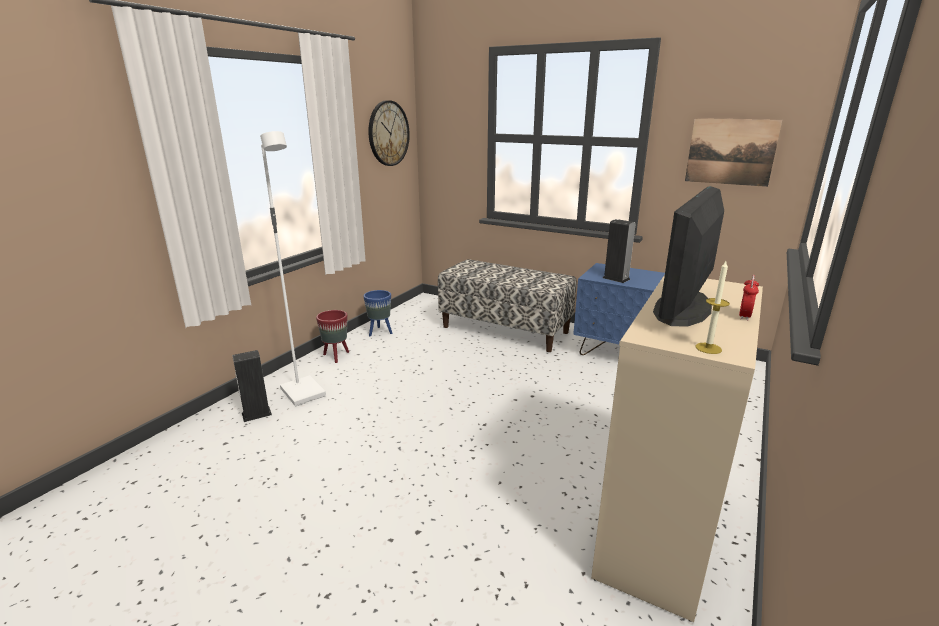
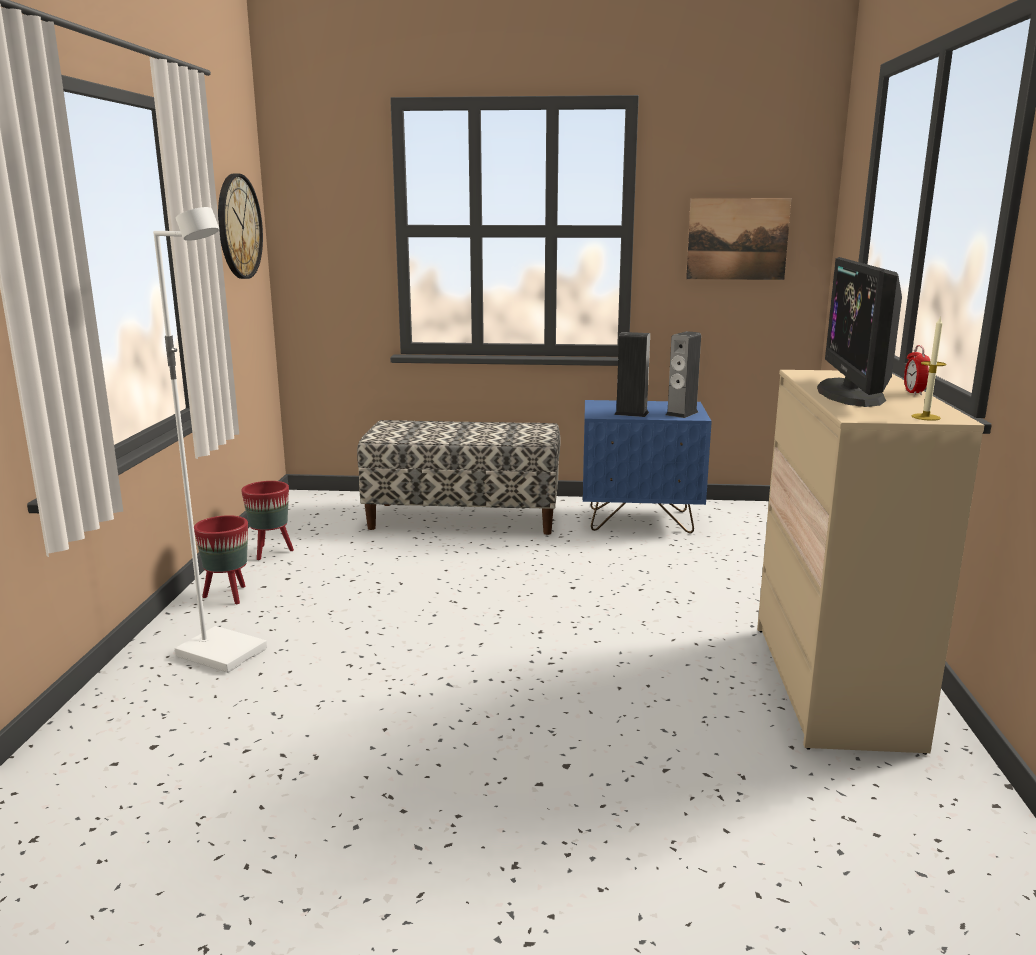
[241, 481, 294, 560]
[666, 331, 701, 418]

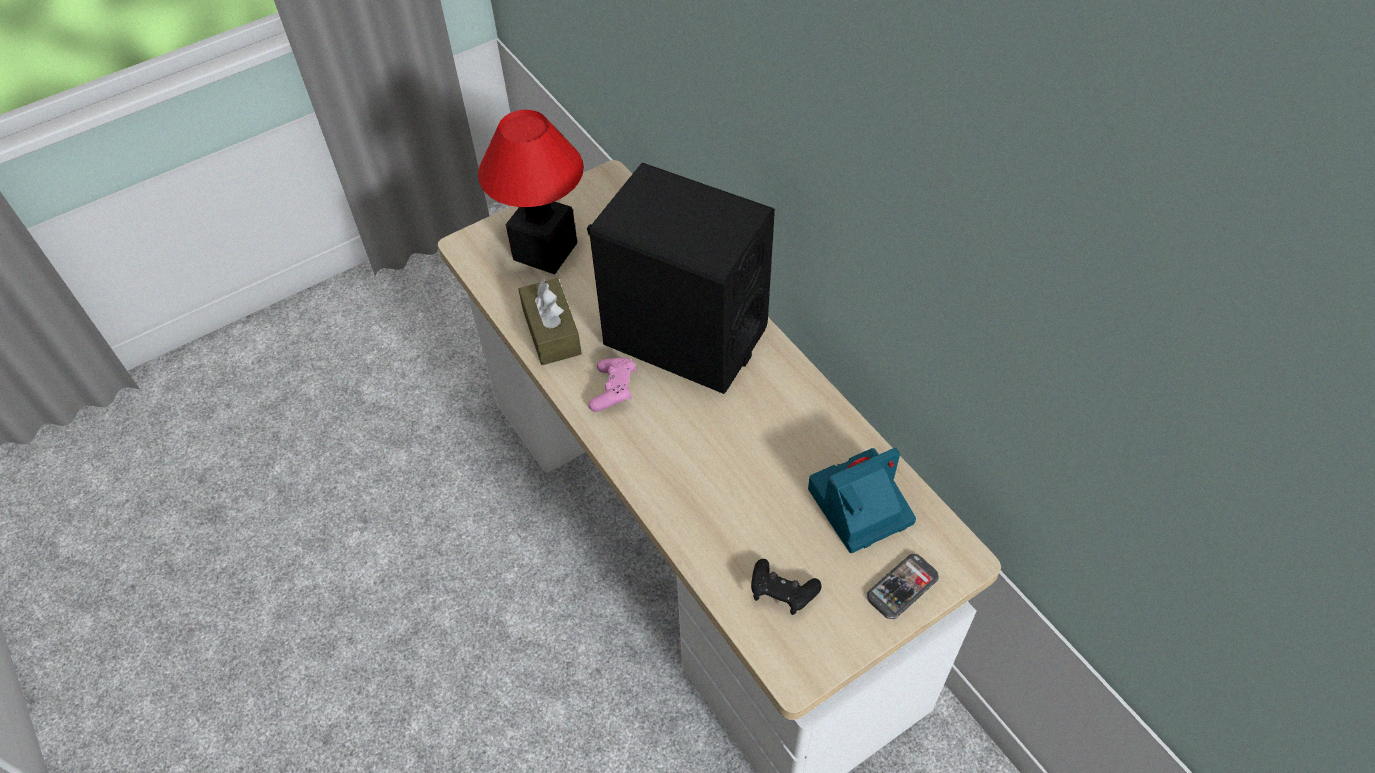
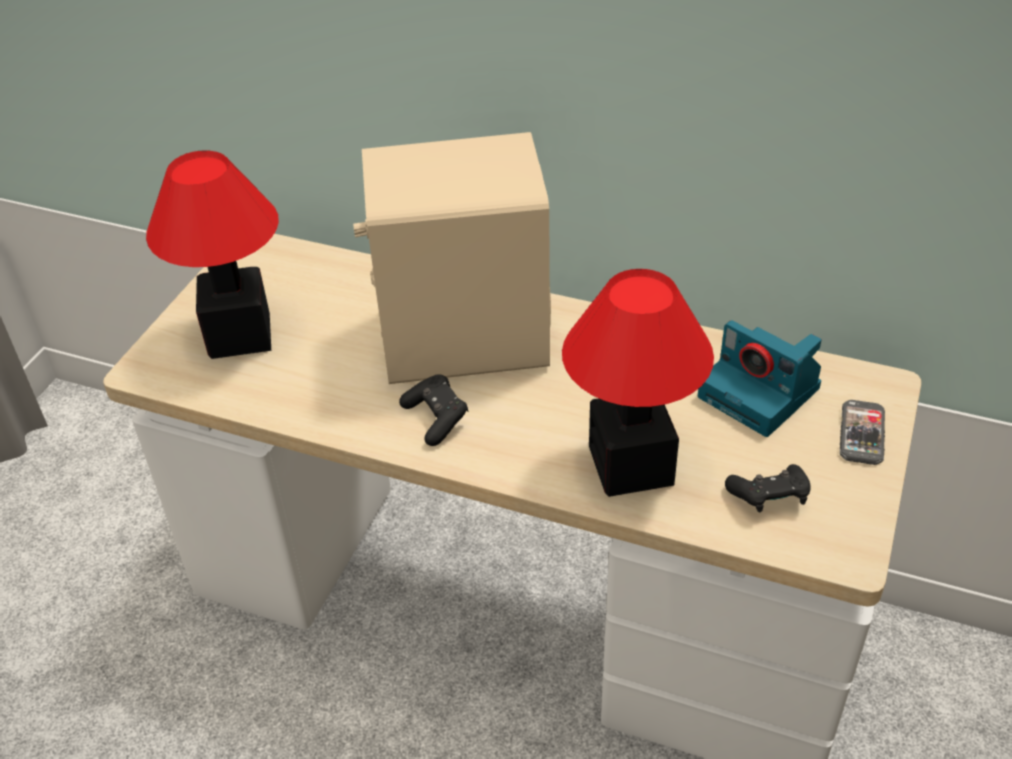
[353, 132, 551, 384]
[399, 374, 469, 446]
[562, 269, 714, 497]
[698, 320, 822, 437]
[518, 278, 582, 365] (first image)

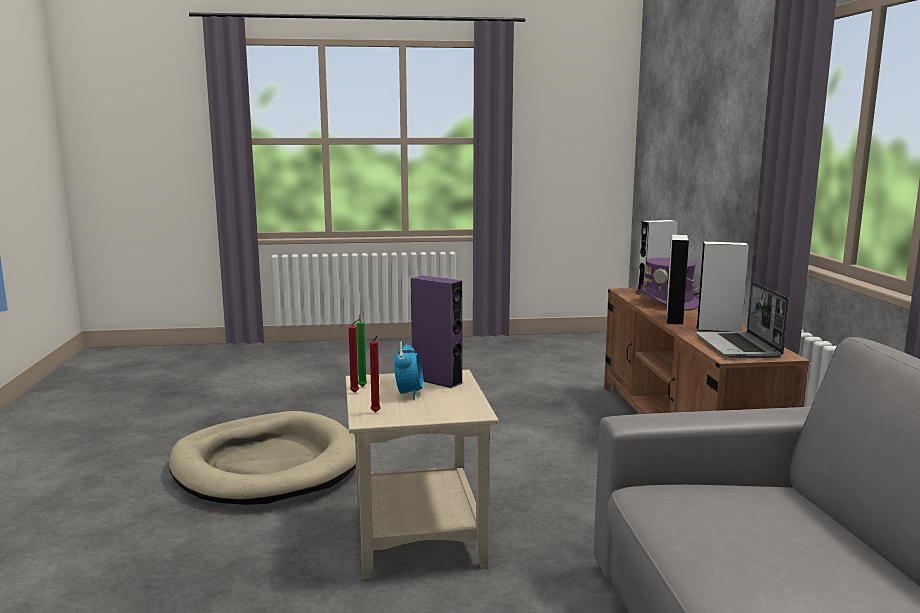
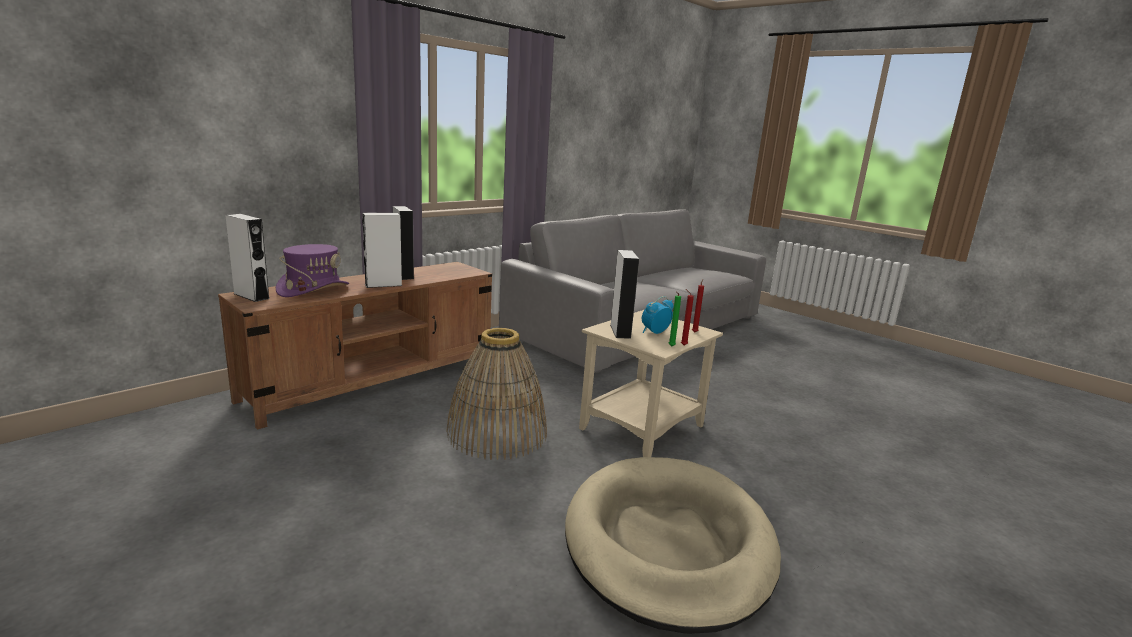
[447, 328, 547, 460]
[610, 250, 639, 339]
[695, 281, 789, 358] (first image)

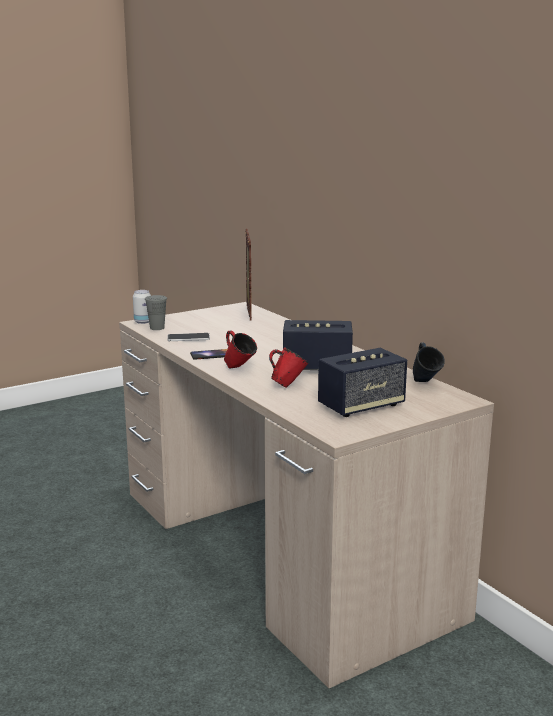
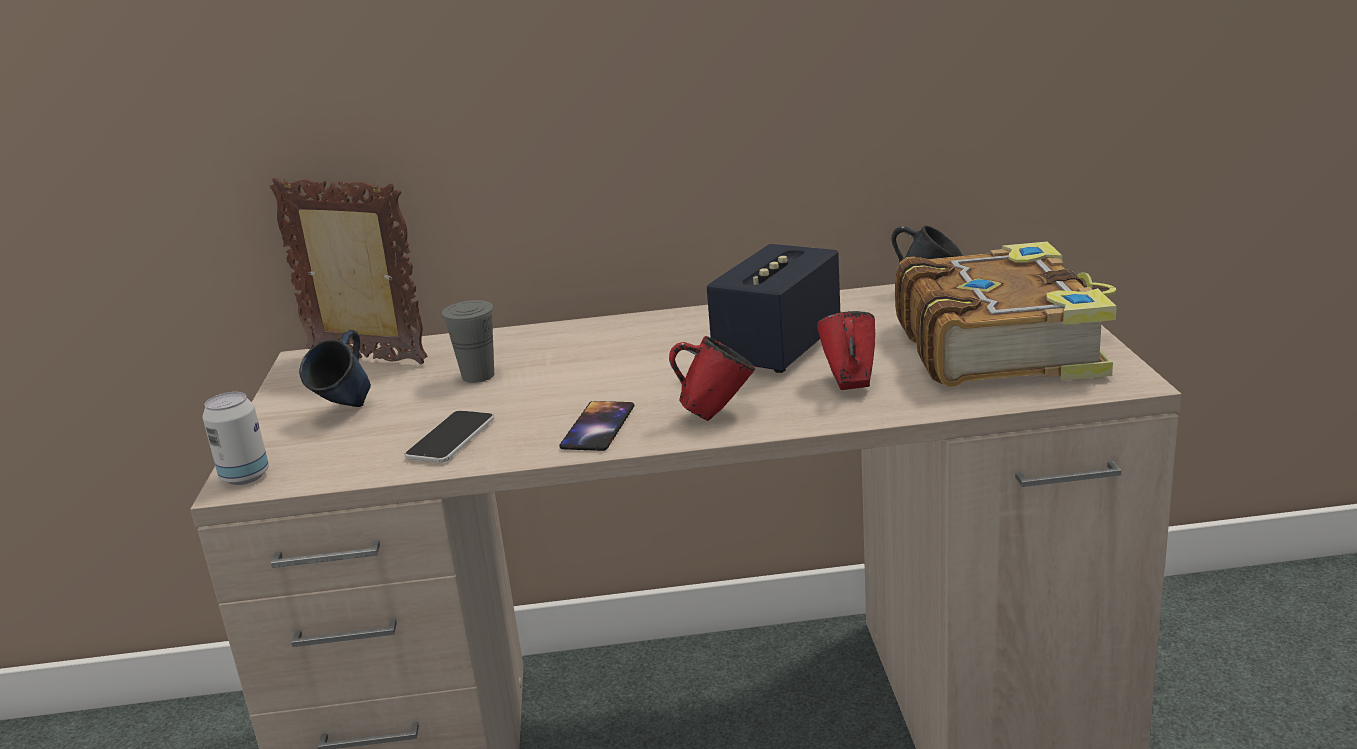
[299, 330, 371, 407]
[442, 300, 494, 383]
[895, 241, 1117, 387]

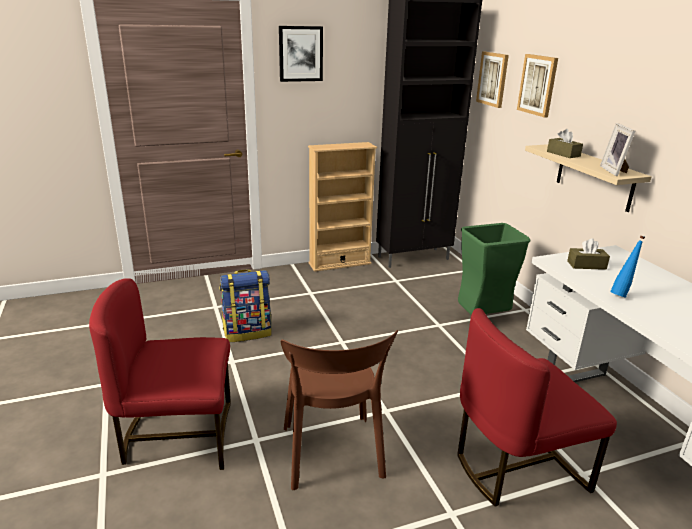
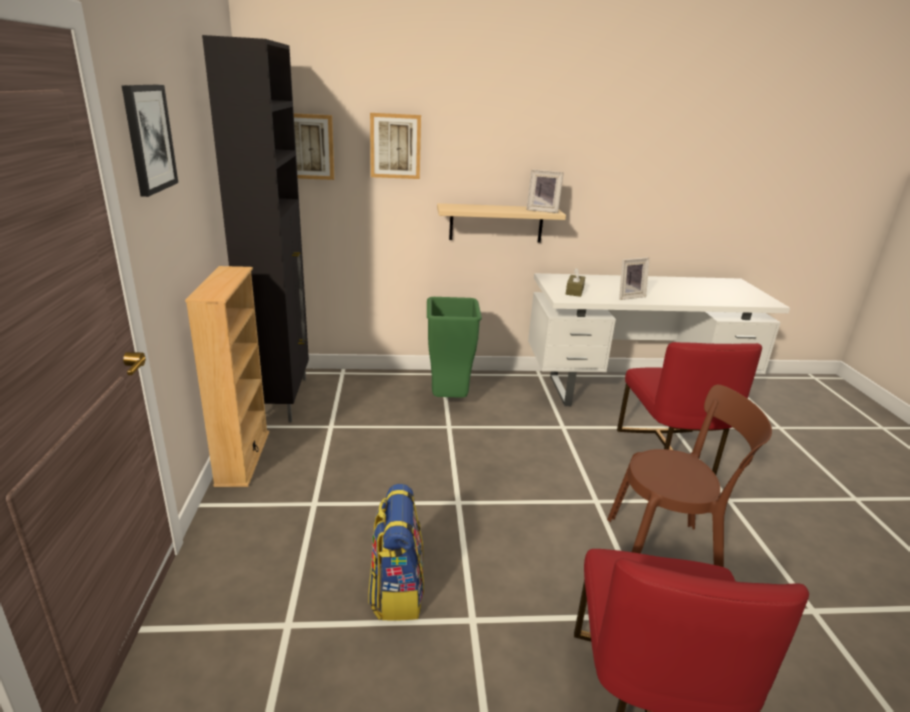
[619, 257, 650, 300]
[547, 129, 583, 158] (first image)

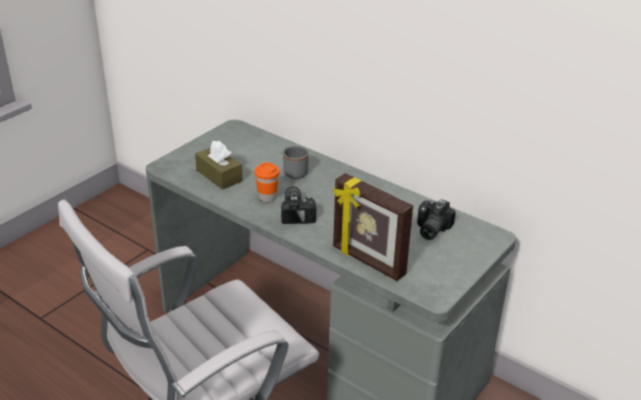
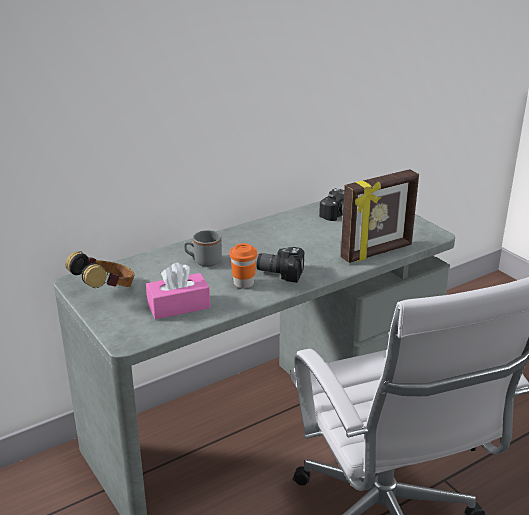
[65, 251, 134, 288]
[146, 262, 210, 320]

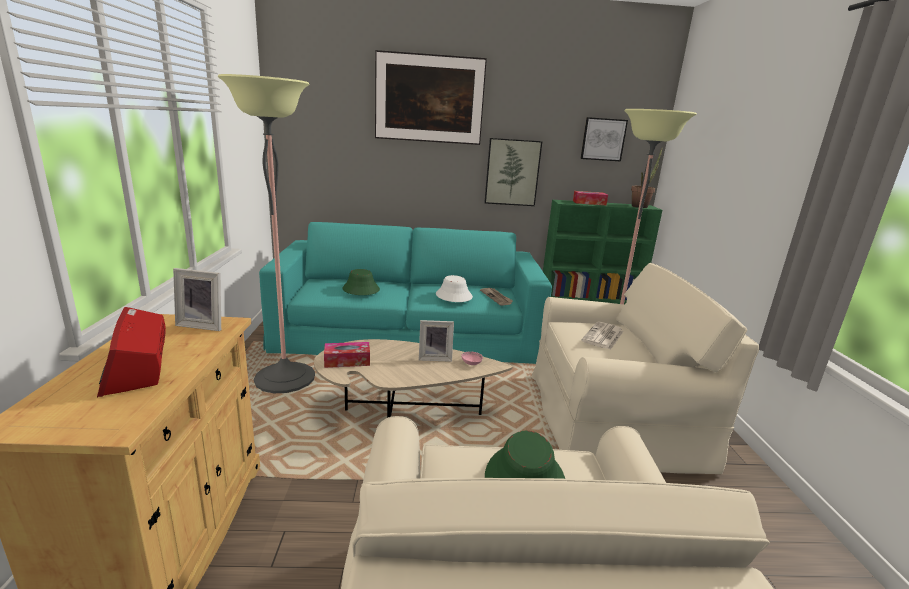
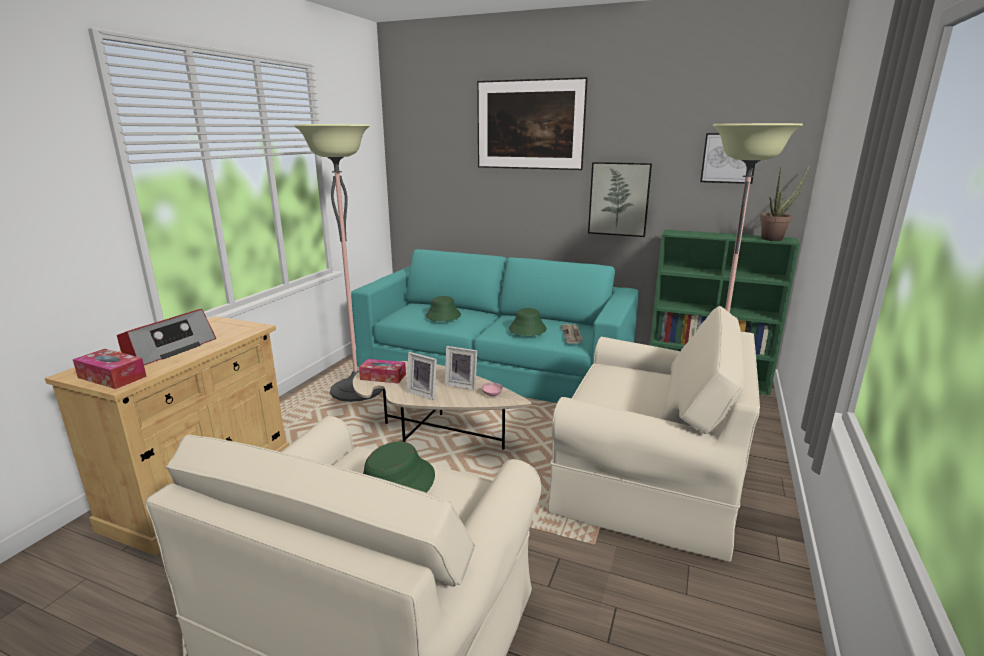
[73, 349, 147, 389]
[117, 309, 216, 365]
[406, 352, 437, 400]
[509, 308, 547, 336]
[582, 322, 624, 350] (first image)

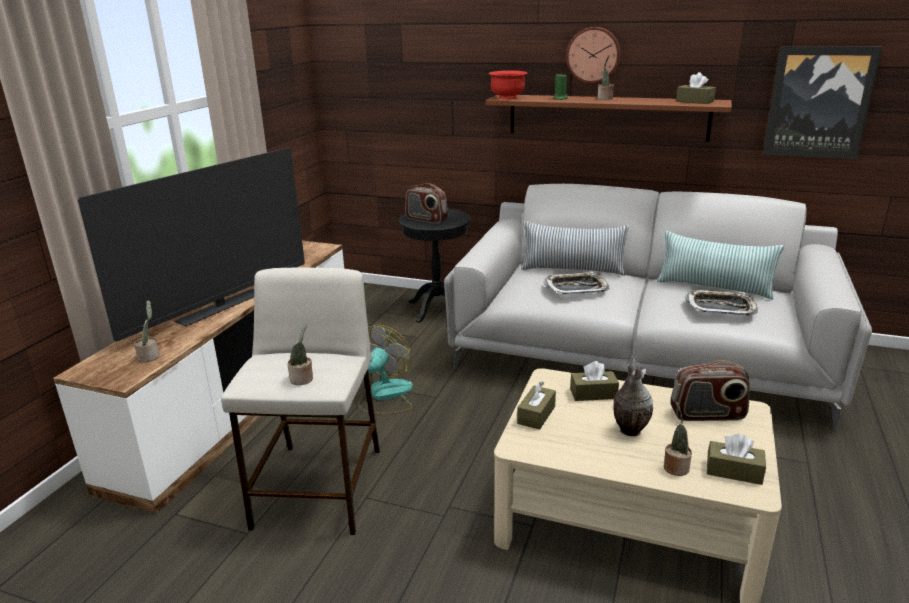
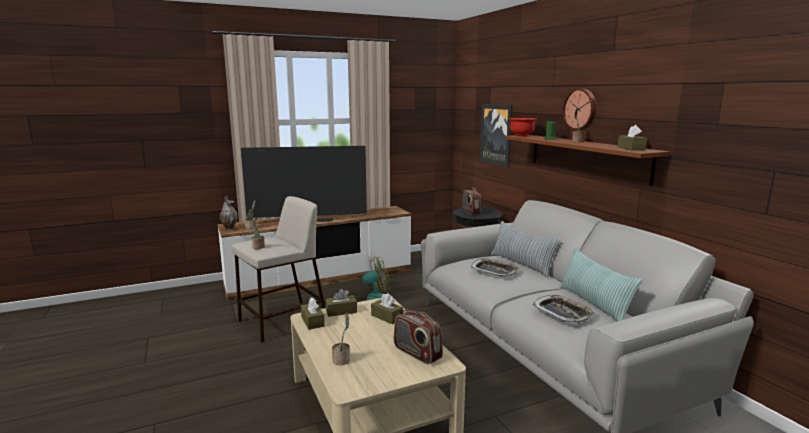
[220, 196, 237, 230]
[301, 298, 325, 330]
[480, 104, 513, 168]

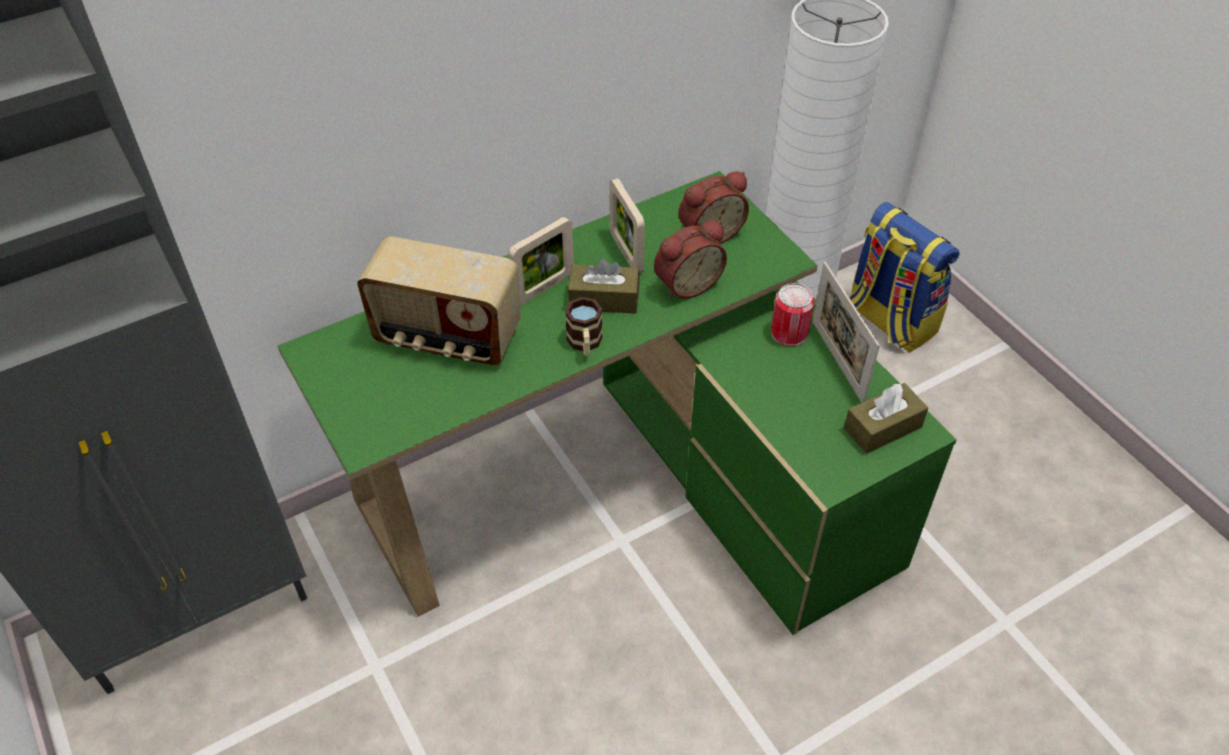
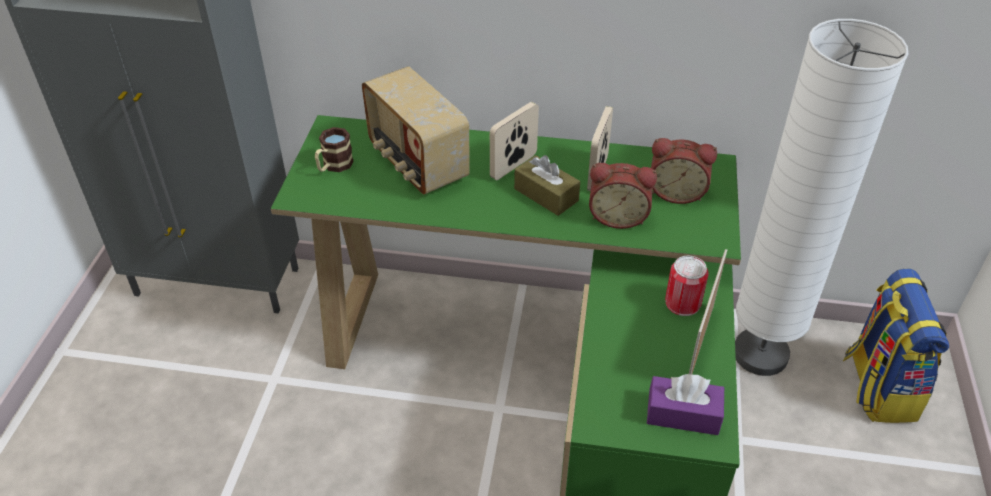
[315, 127, 353, 172]
[490, 102, 539, 180]
[647, 374, 724, 435]

